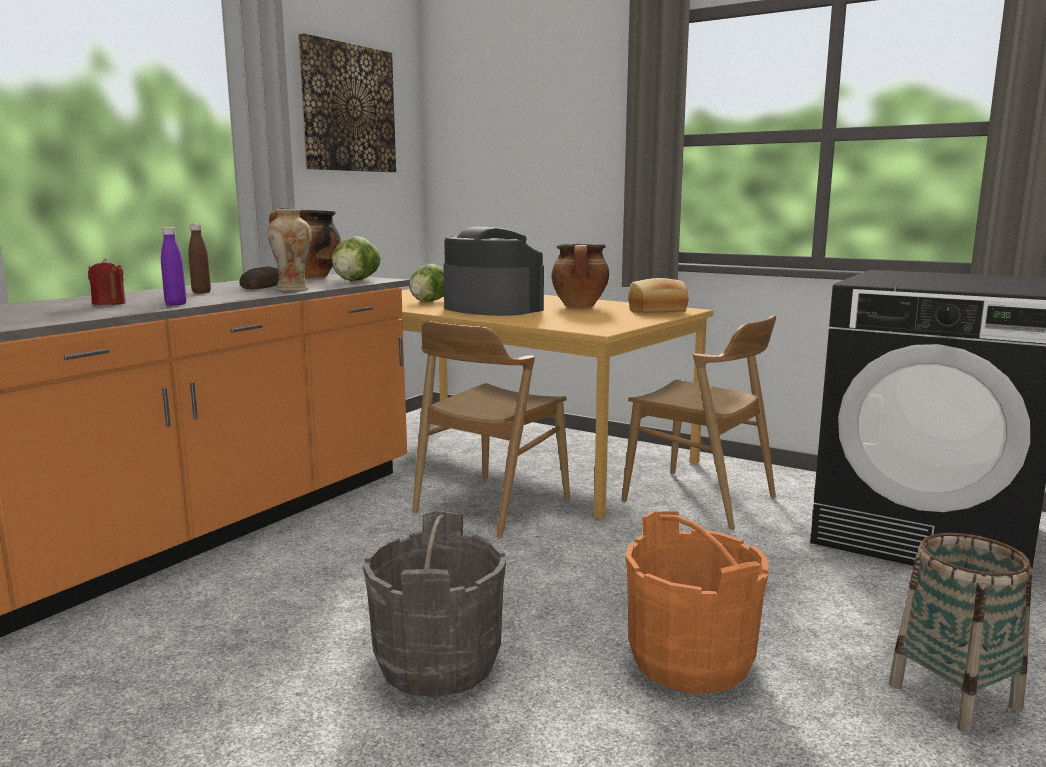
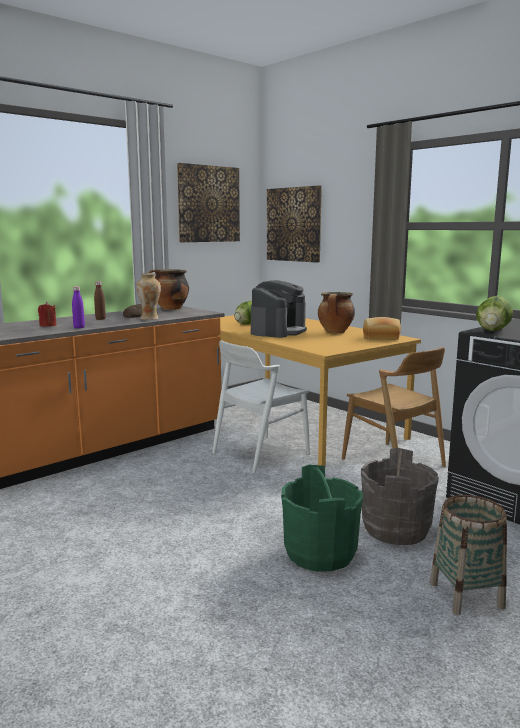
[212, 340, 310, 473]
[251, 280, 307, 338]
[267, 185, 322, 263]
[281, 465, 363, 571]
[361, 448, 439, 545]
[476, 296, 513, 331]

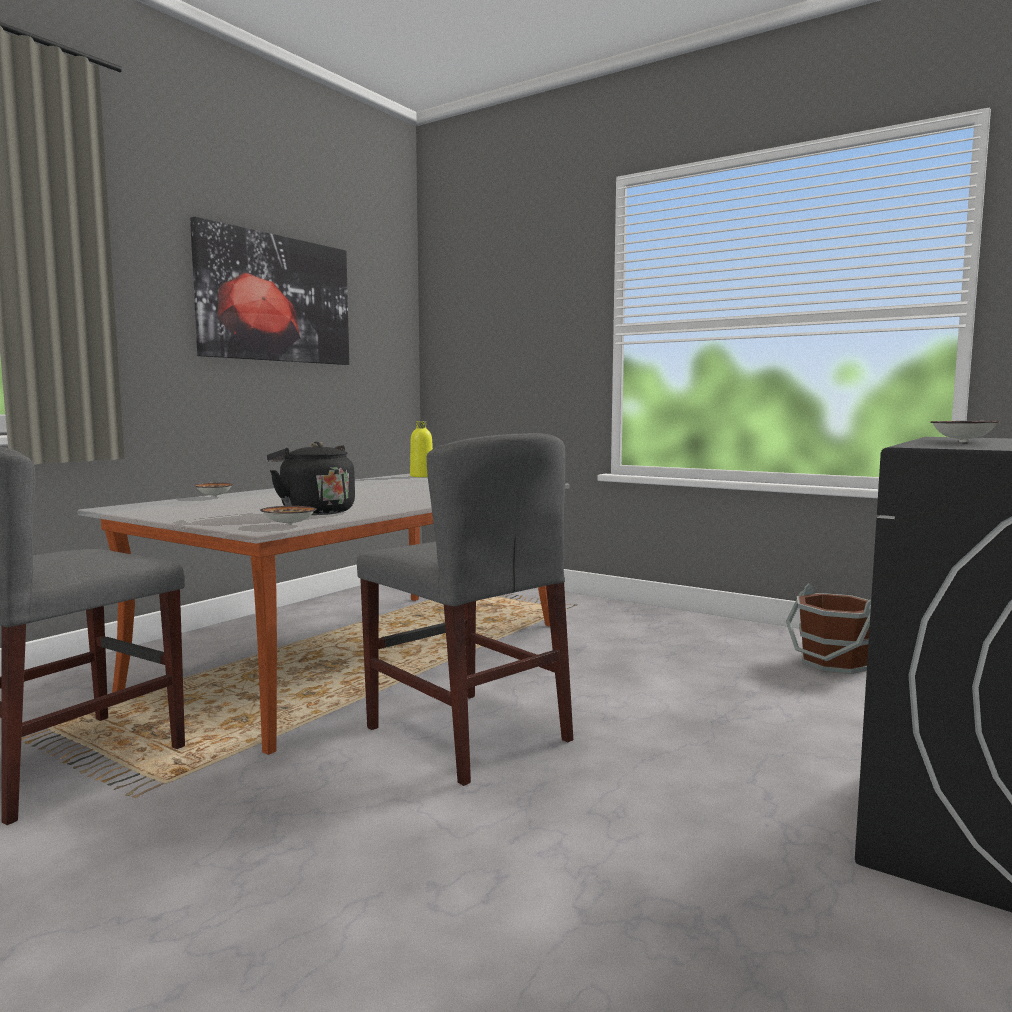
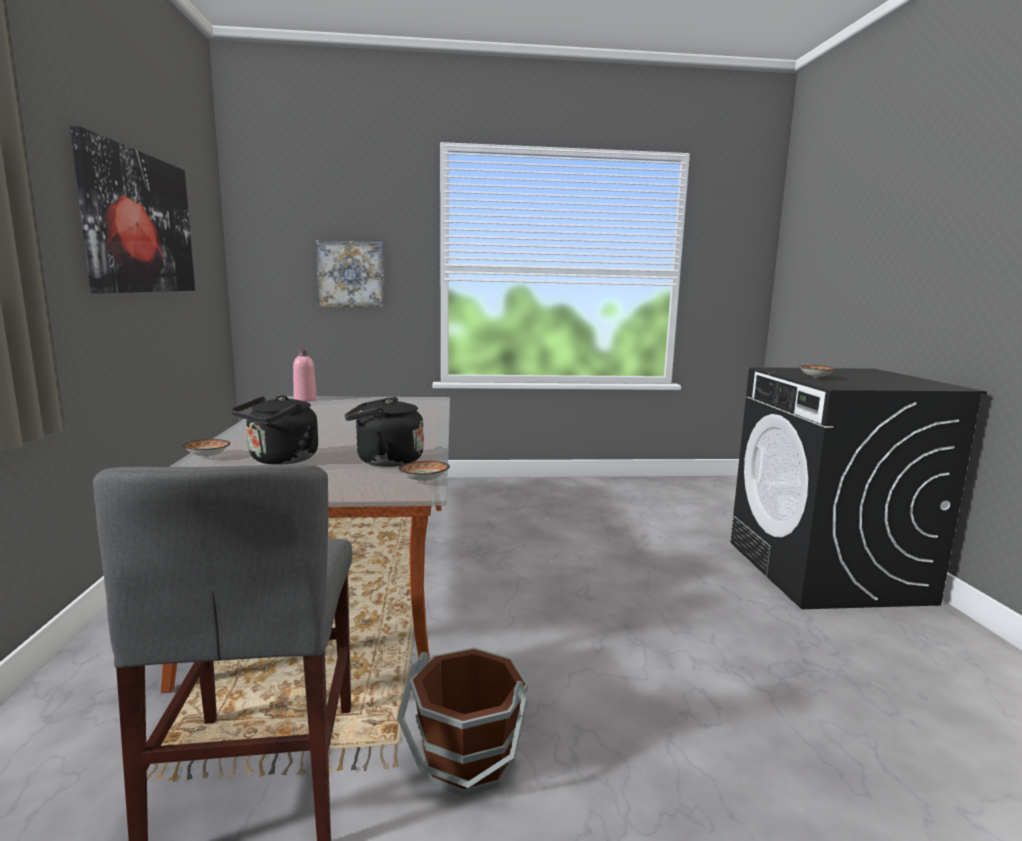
[231, 395, 318, 465]
[293, 349, 317, 402]
[316, 240, 384, 308]
[397, 647, 528, 796]
[357, 433, 573, 786] (first image)

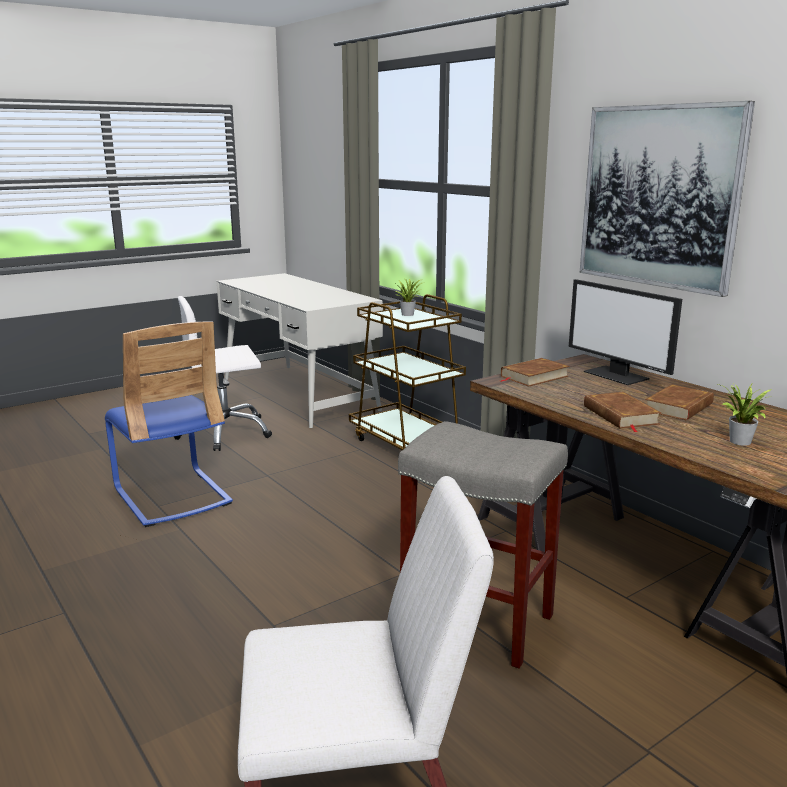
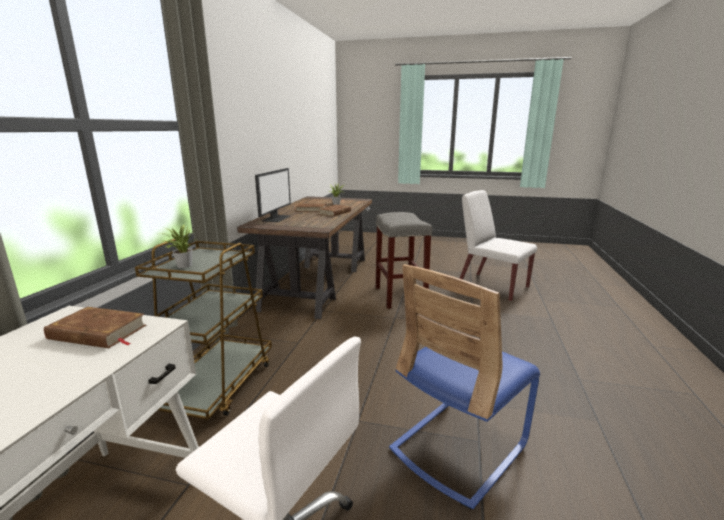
[44, 307, 146, 348]
[389, 264, 540, 510]
[580, 101, 755, 297] (first image)

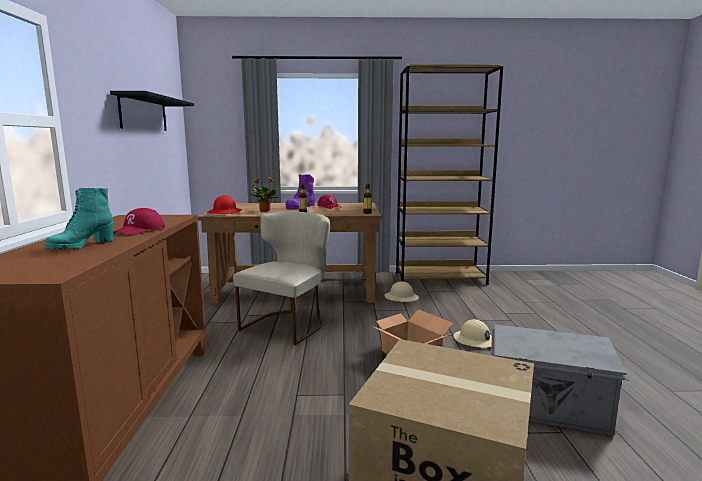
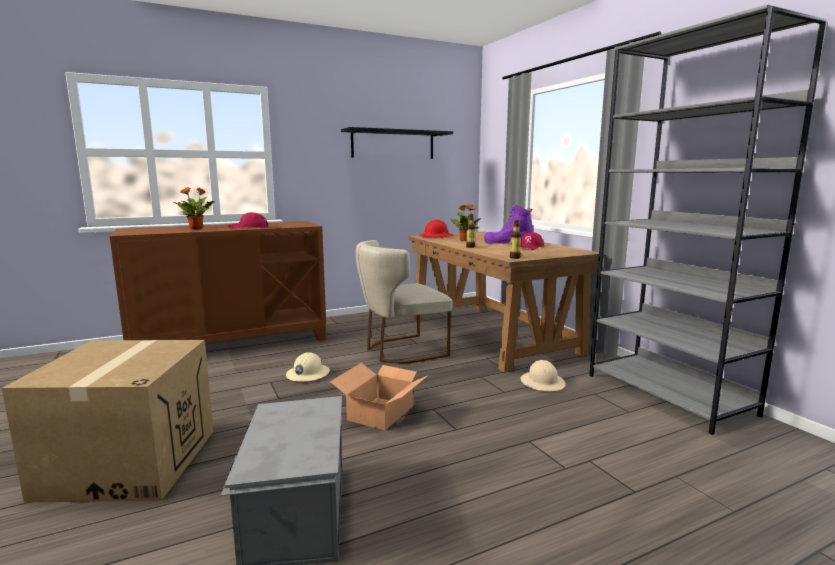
[174, 187, 214, 229]
[286, 352, 330, 382]
[356, 240, 453, 364]
[589, 4, 827, 435]

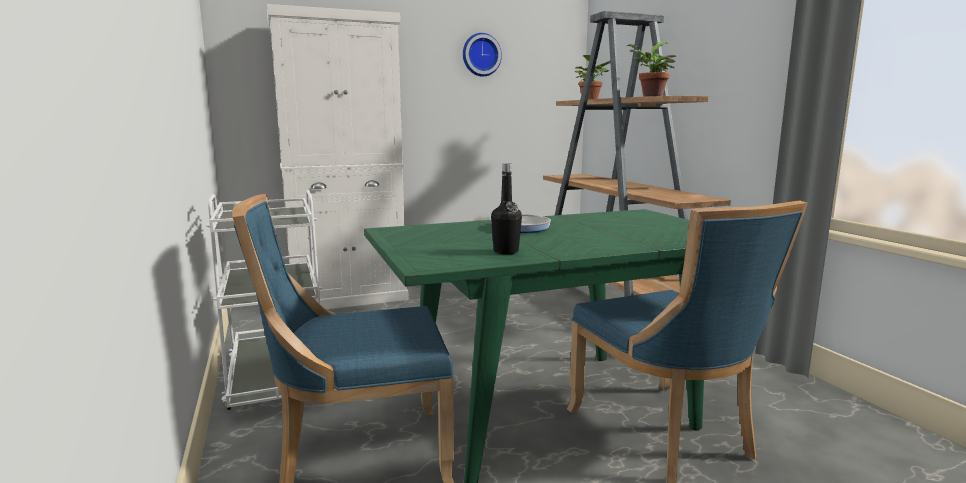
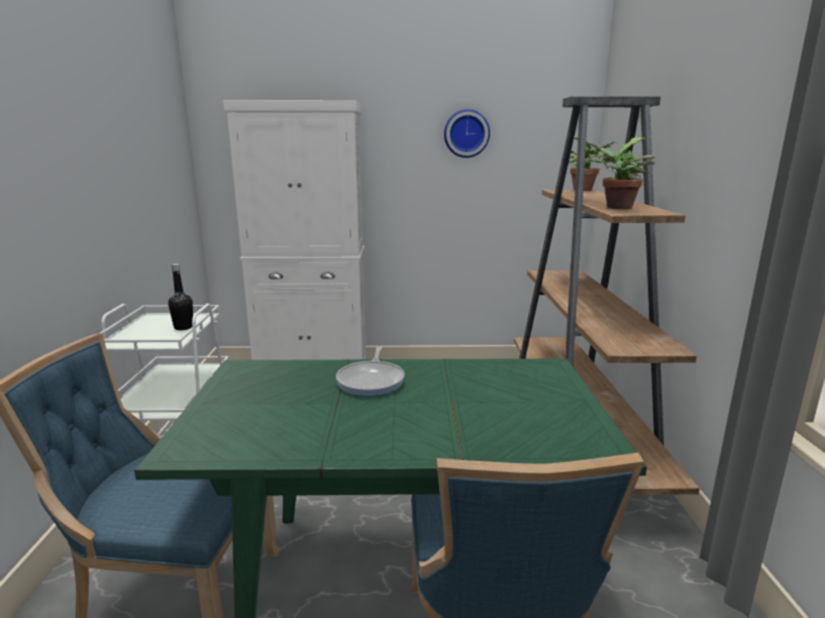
[168, 264, 193, 330]

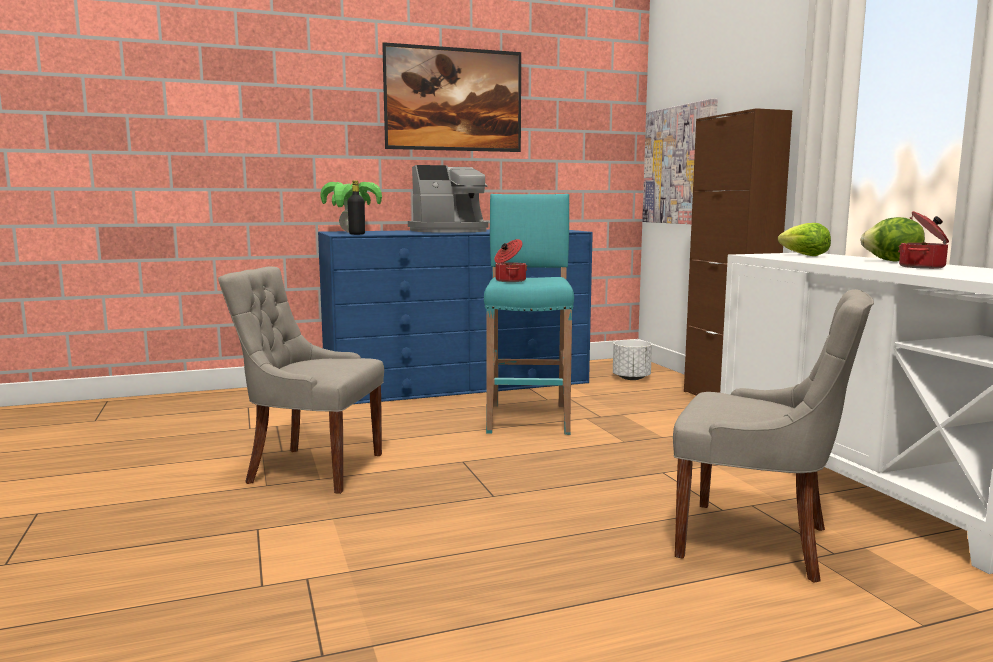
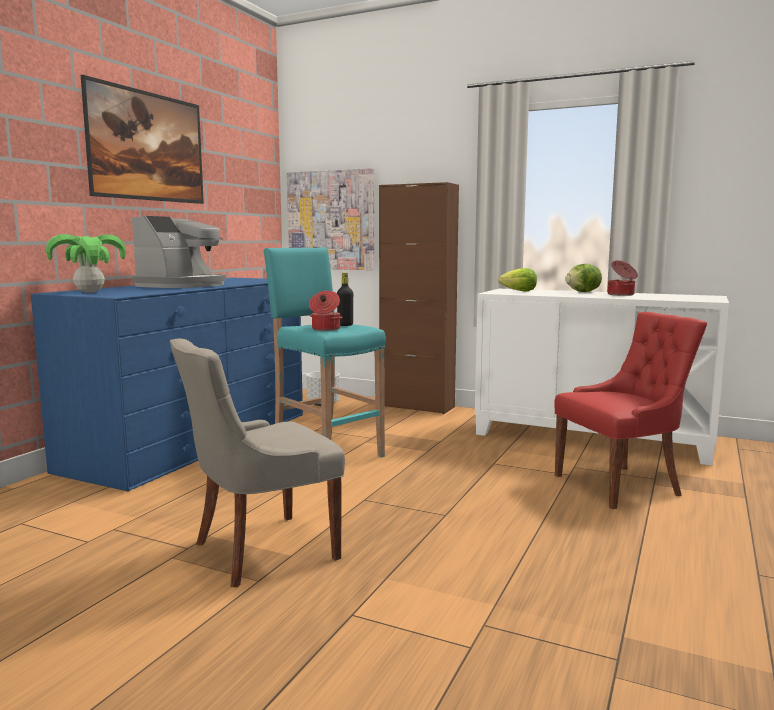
[337, 273, 353, 326]
[554, 312, 707, 509]

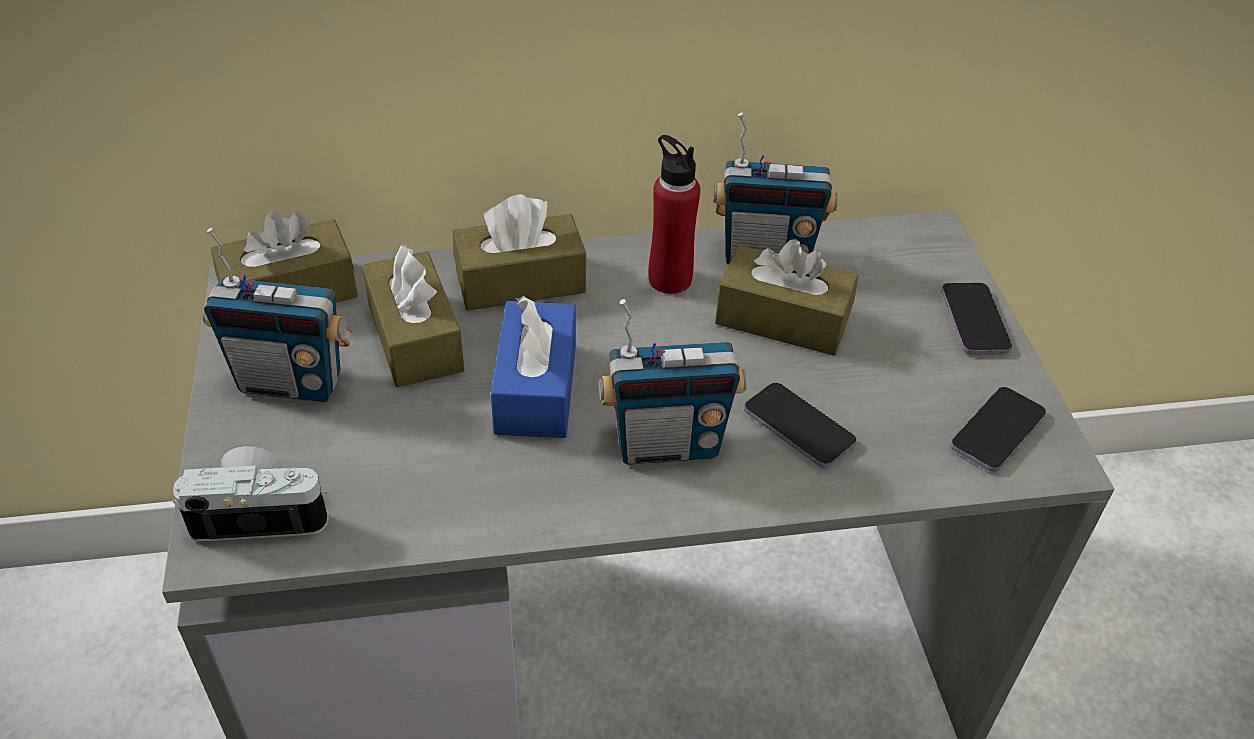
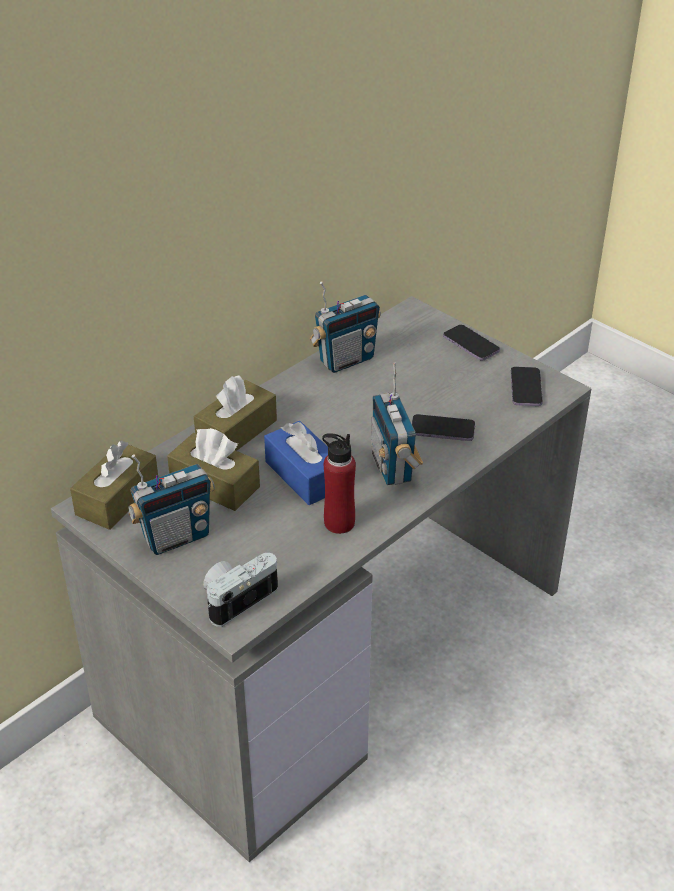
[322, 433, 356, 534]
[372, 363, 423, 485]
[715, 239, 858, 356] (first image)

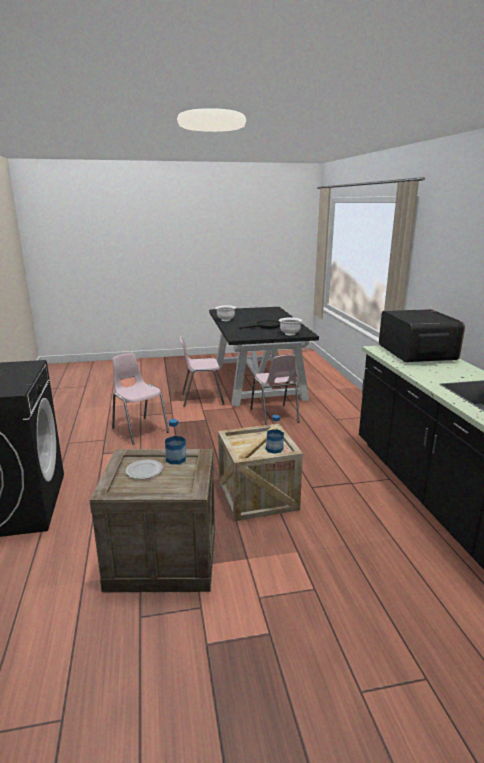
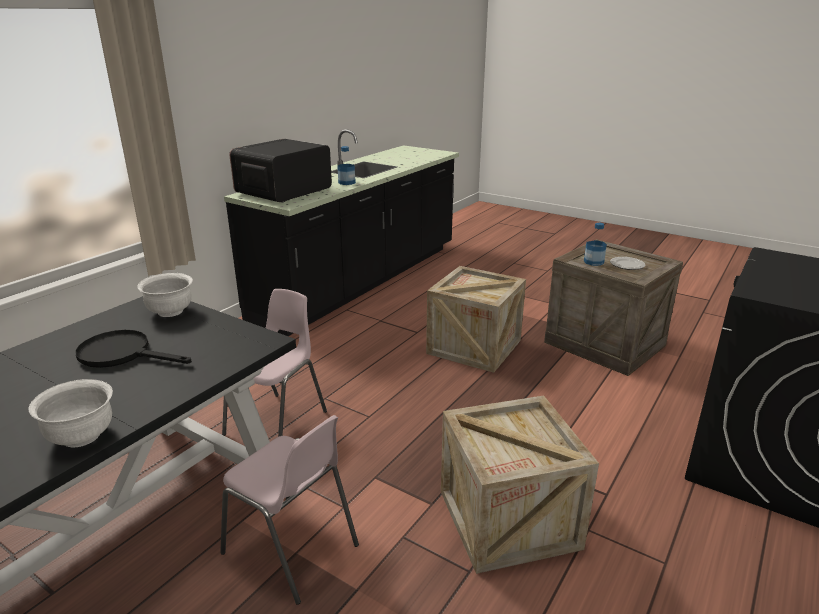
[337, 146, 356, 185]
[441, 396, 599, 574]

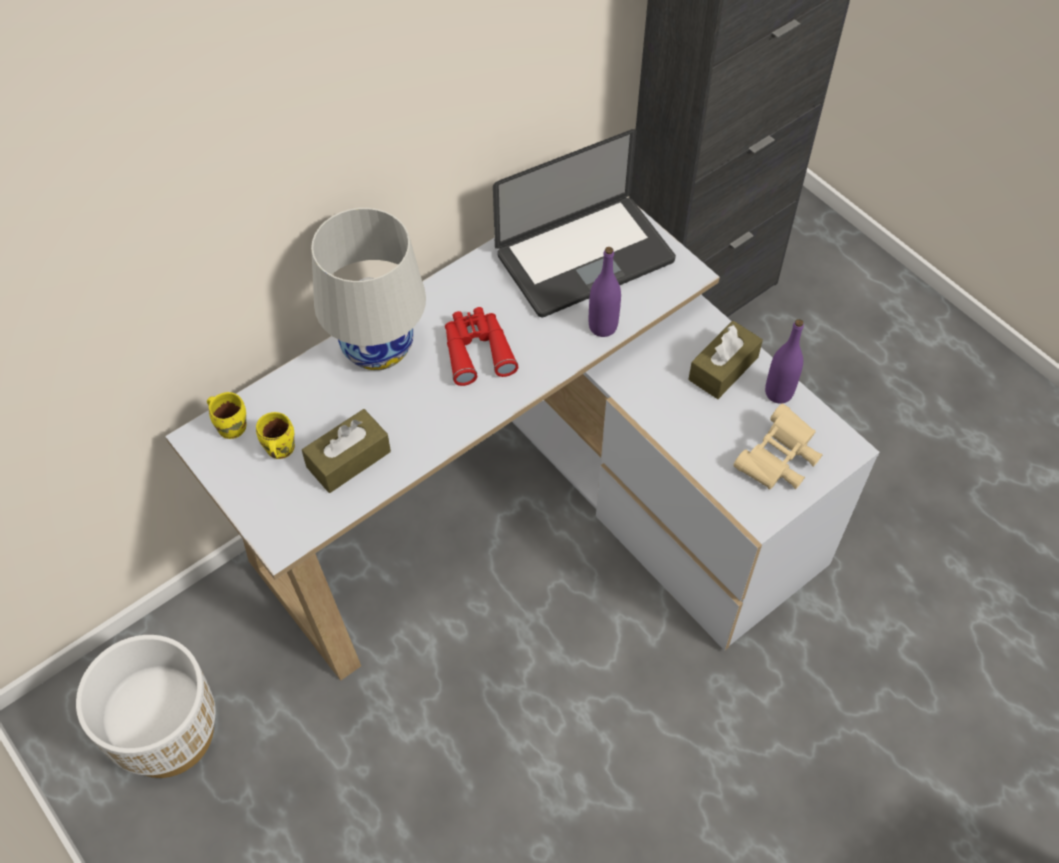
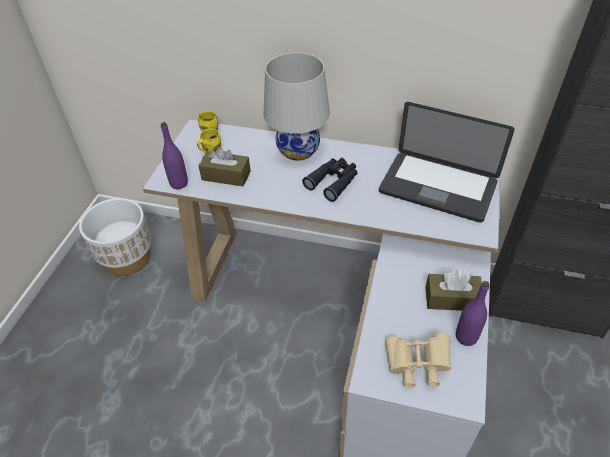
[161, 122, 188, 189]
[302, 158, 358, 202]

